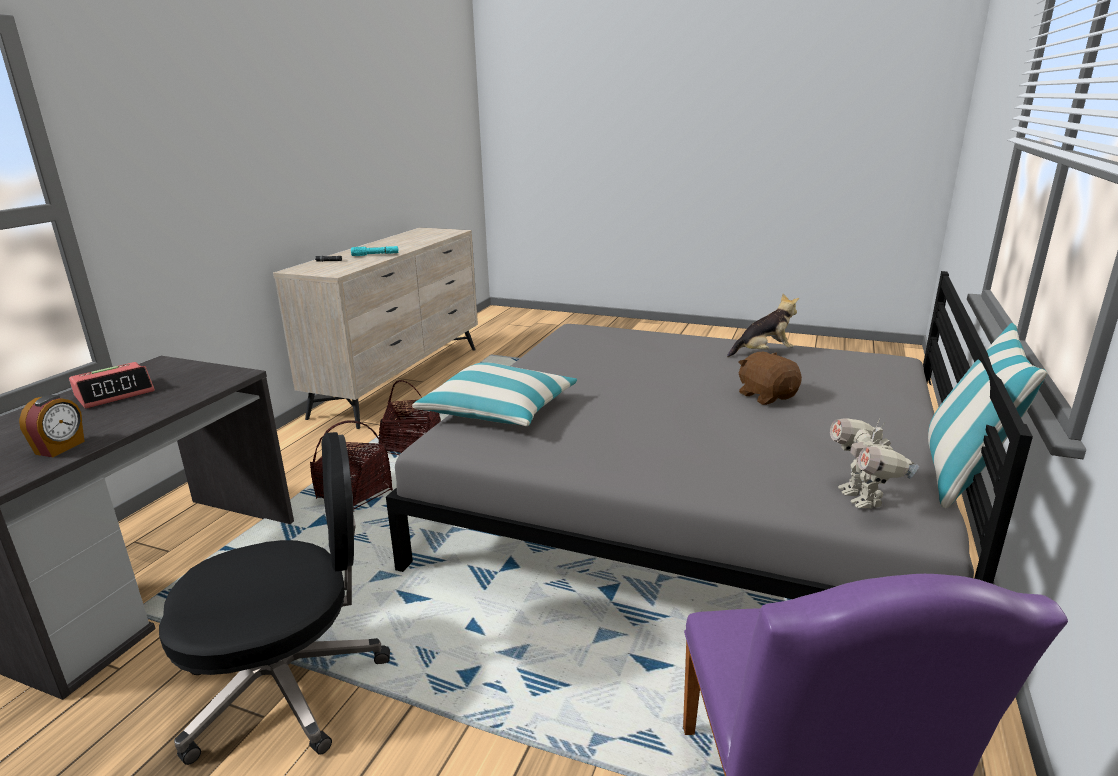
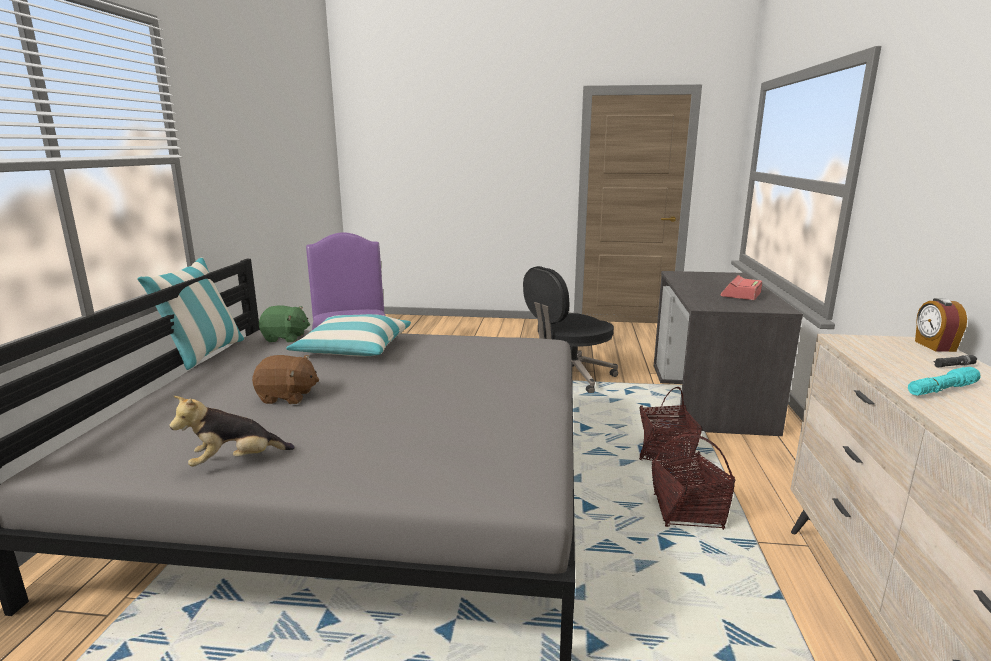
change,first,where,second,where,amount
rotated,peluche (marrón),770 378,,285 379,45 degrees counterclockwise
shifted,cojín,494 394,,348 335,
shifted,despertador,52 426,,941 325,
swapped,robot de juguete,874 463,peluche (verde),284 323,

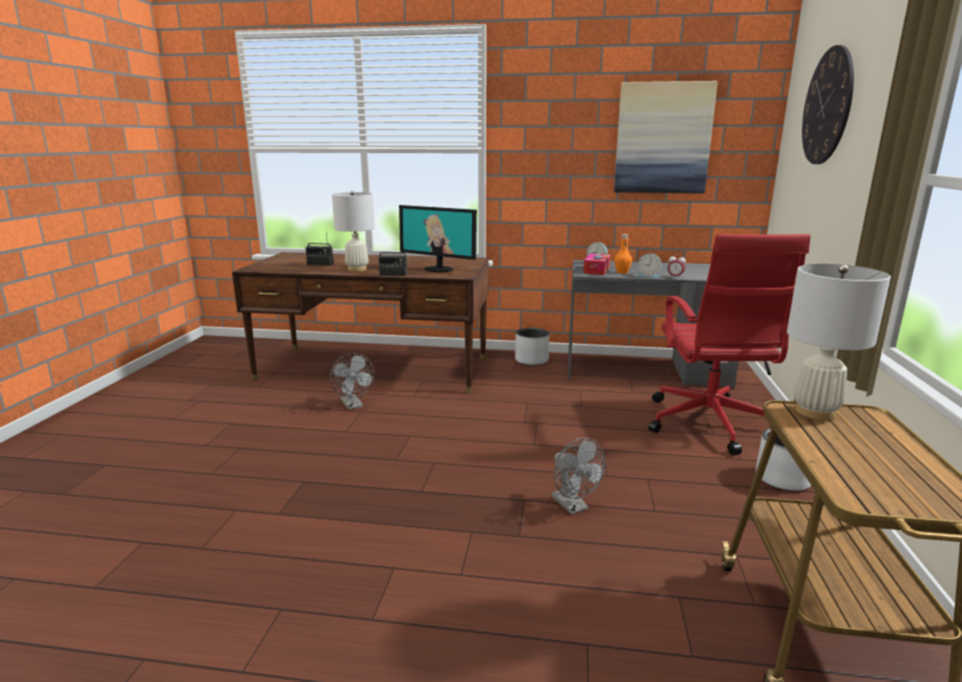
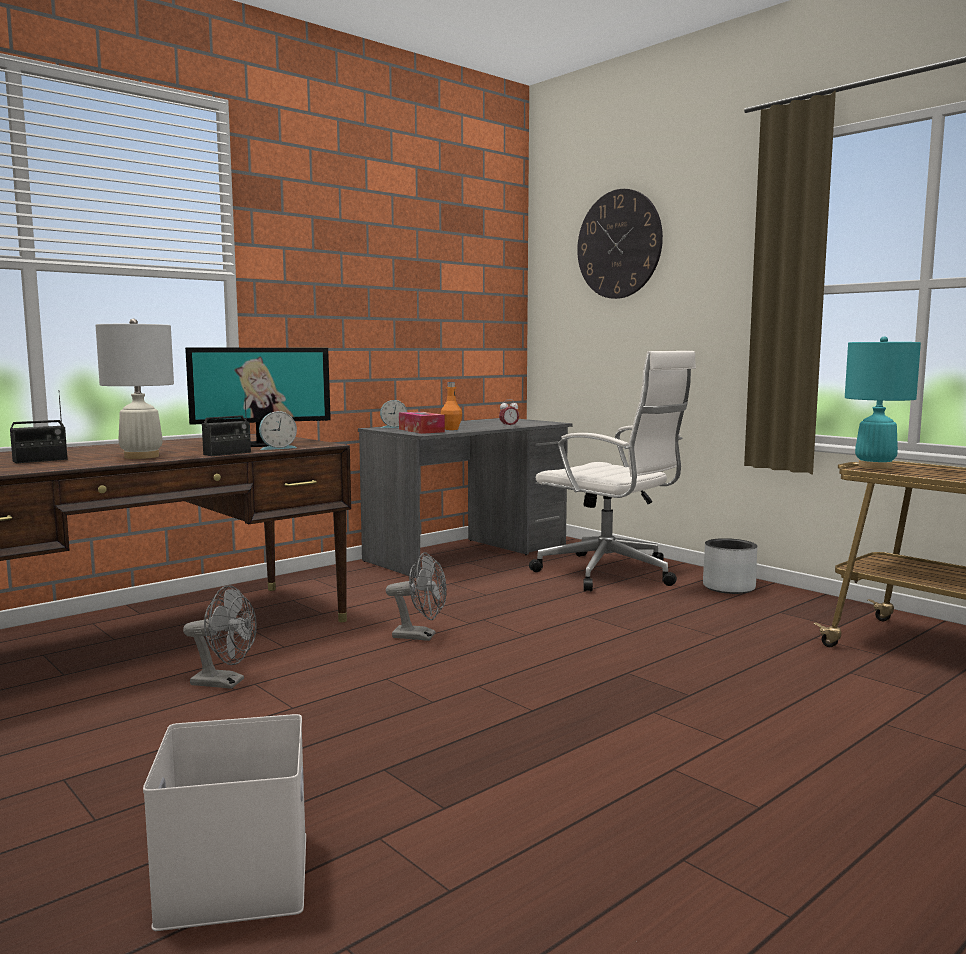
change,first,where,second,where,amount
gone,cuadro,666 137,,,
repainted,silla de oficina (rojo),729 344,silla de oficina (blanco),612 471,
shifted,despertador,649 265,,278 430,
repainted,lámpara de mesa (blanco),839 342,lámpara de mesa (turquesa),883 402,
gone,maceta (gris),532 347,,,
shifted,ventilador (gris),578 476,,416 596,
new,,,caja de almacenaje (blanco),224 822,

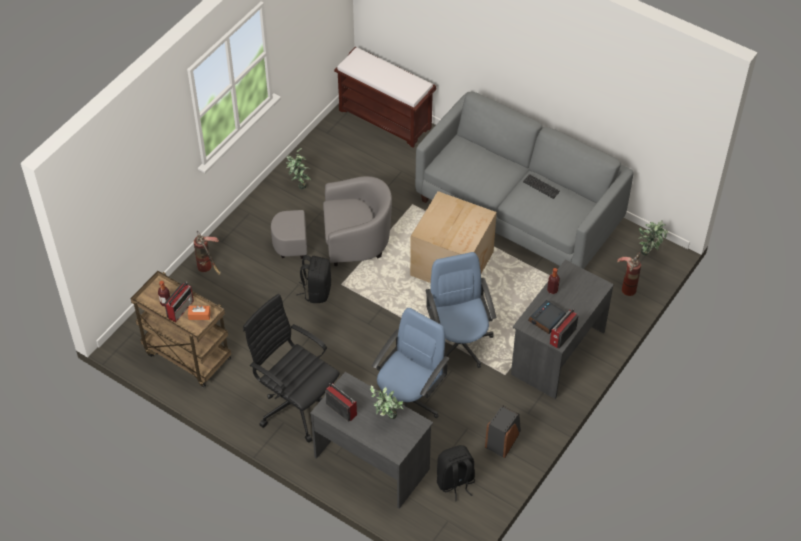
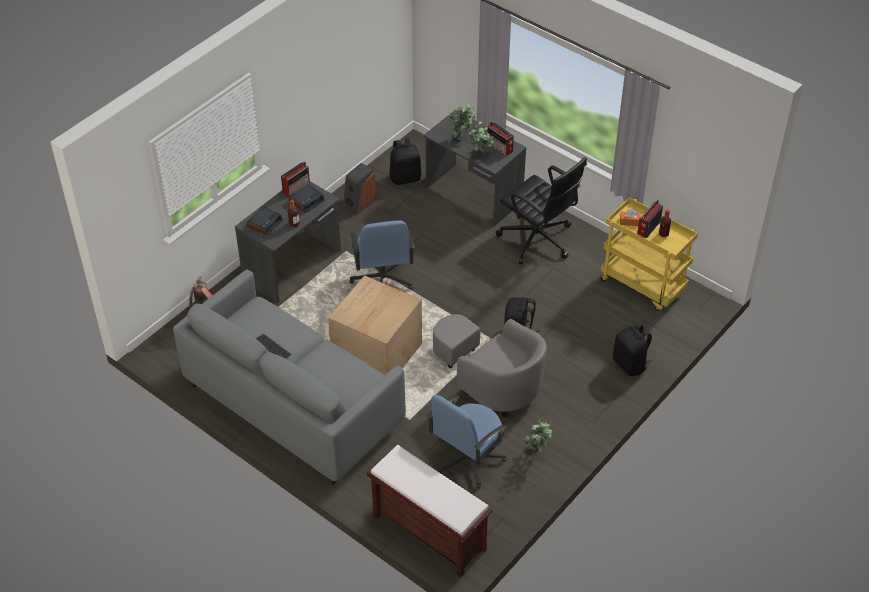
change,first,where,second,where,amount
rotated,sillón (gris),331 221,,490 366,135 degrees counterclockwise
shifted,planta en maceta,653 238,,481 137,
swapped,extintor,207 253,mochila (negro),632 349,
repainted,carrito (marrón),180 329,carrito (amarillo),649 254,
shifted,silla de oficina (azul),410 363,,467 441,
new,,,despertador,265 221,

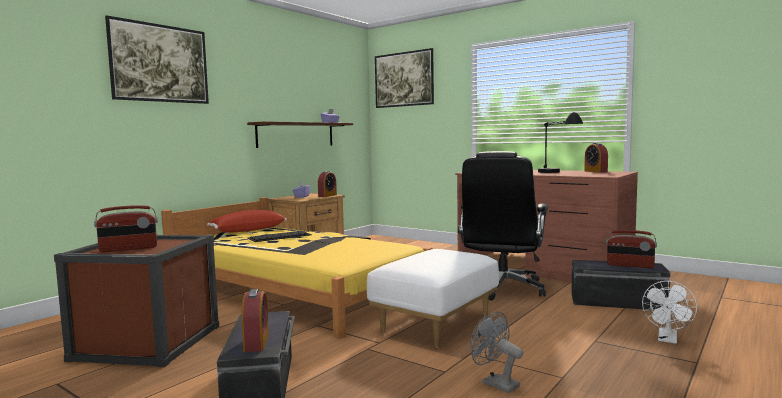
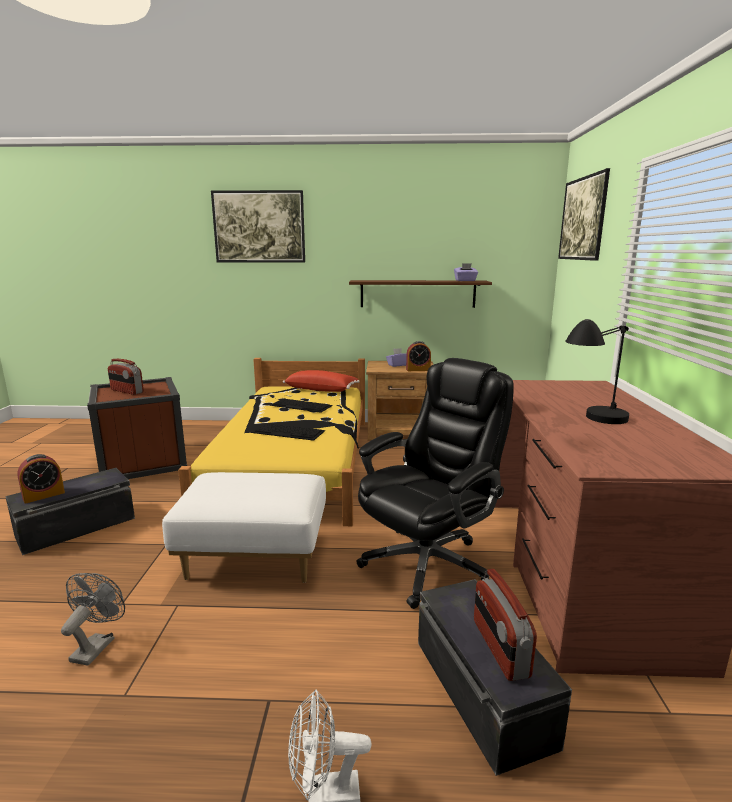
change,first,where,second,where,amount
gone,despertador,596 158,,,
rotated,silla de oficina (negro),503 226,,435 483,150 degrees clockwise
new,,,teclado,288 432,

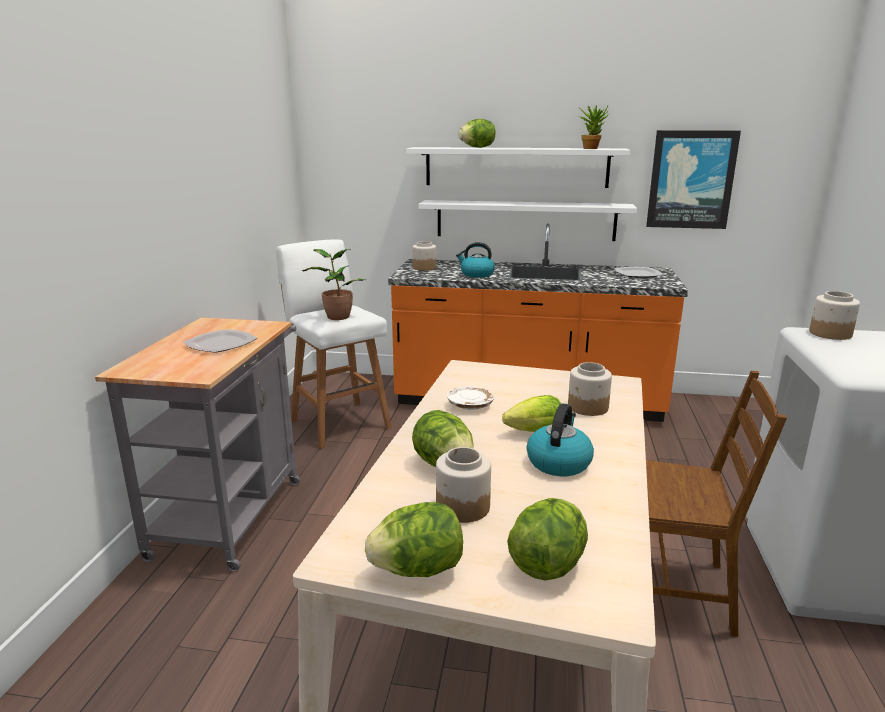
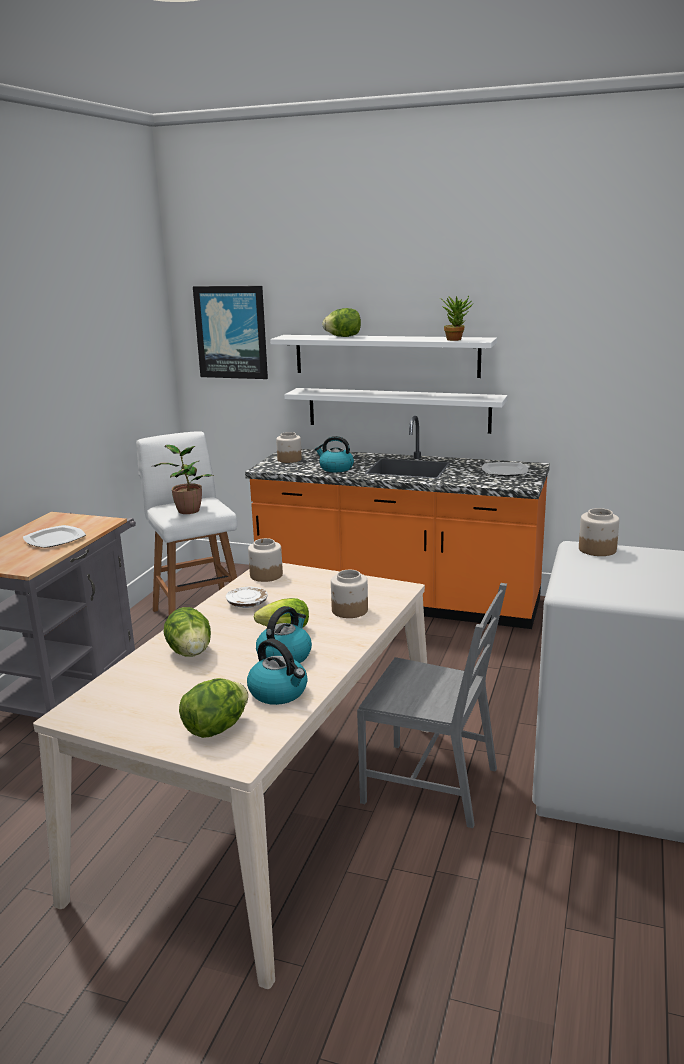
change,first,where,second,where,amount
shifted,cuadro,693 179,,230 332,
repainted,silla (marrón),716 504,silla (gris),432 705,
shifted,tarro,463 485,,265 560,
gone,lechuga,414 539,,,
new,,,hervidor,277 671,

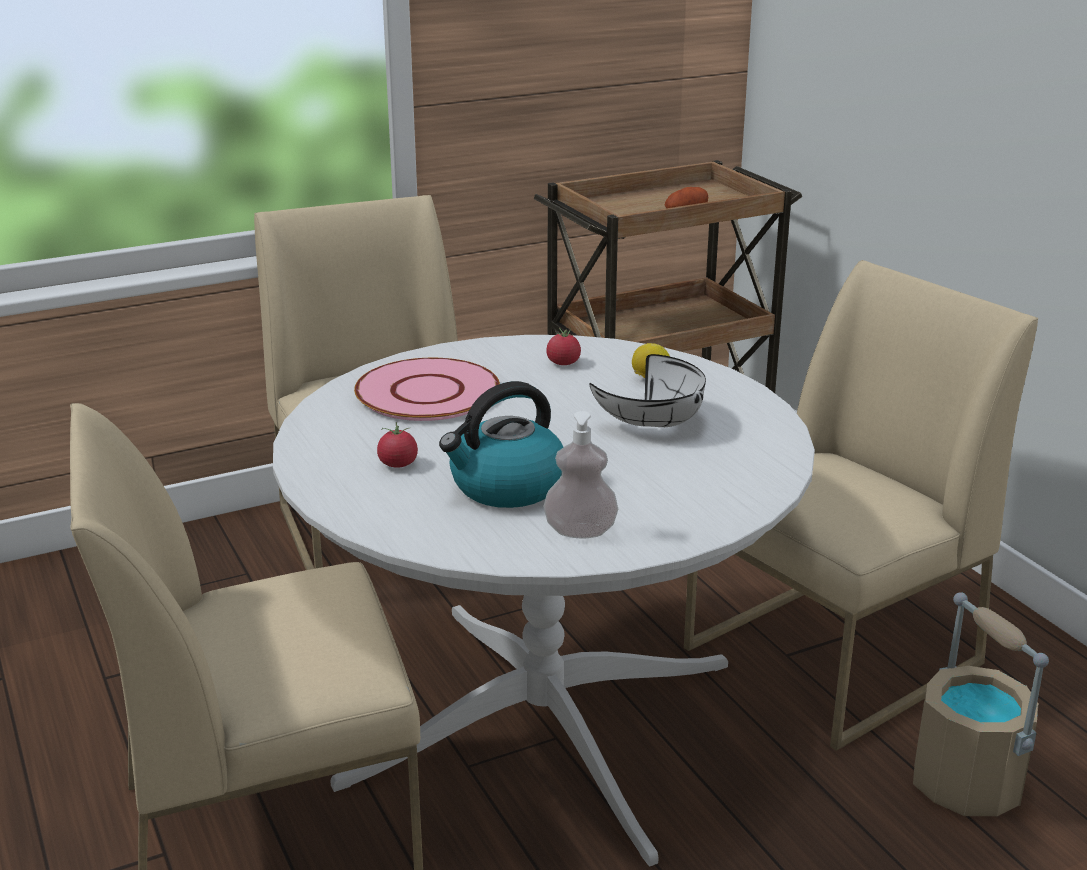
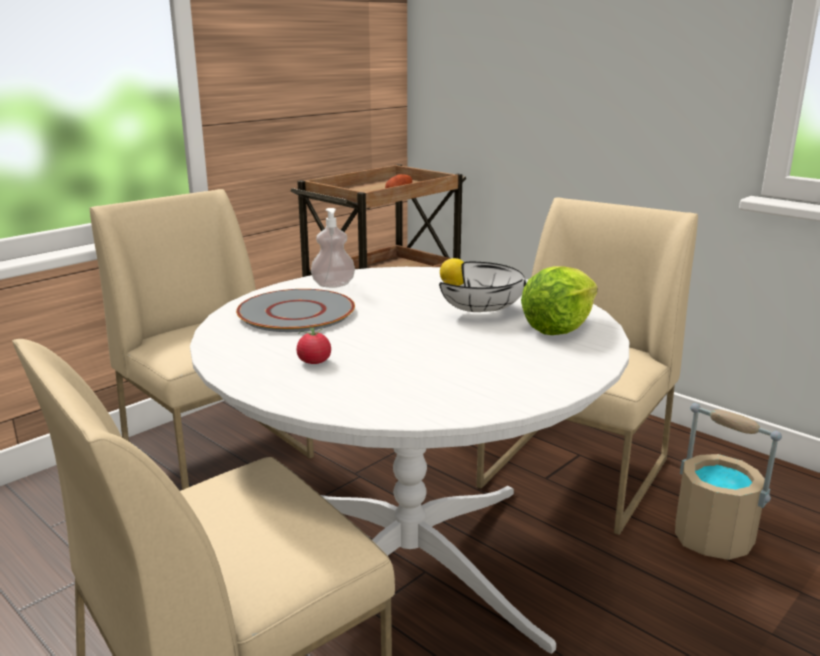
change,first,where,second,where,amount
gone,tomate,563 346,,,
repainted,plato (rosa),427 389,plato (gris),295 310,
gone,hervidor,501 444,,,
shifted,dispensador de jabón,580 474,,333 248,
new,,,lechuga,559 301,

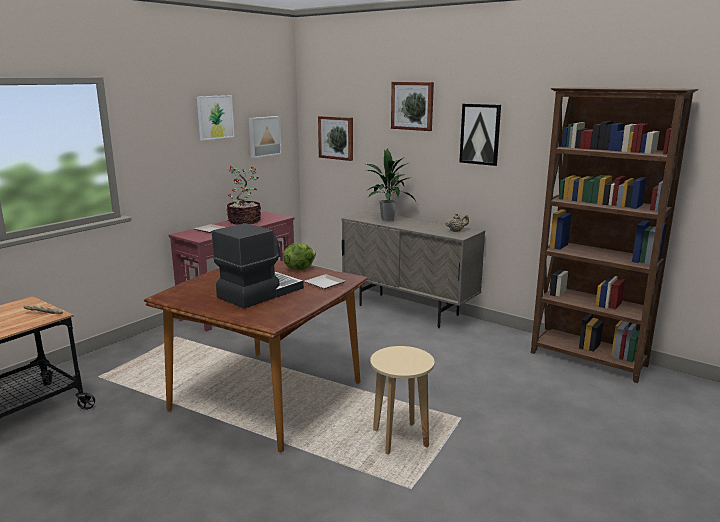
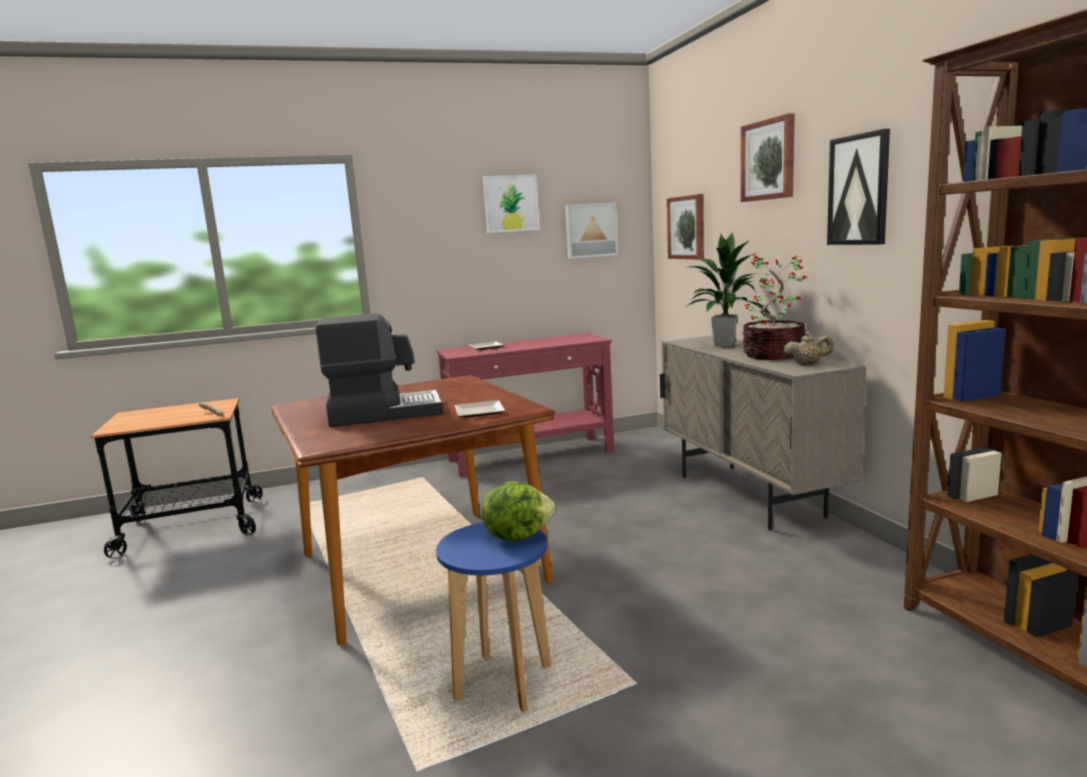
change,first,where,second,where,amount
shifted,planta en maceta,244 195,,774 307,
shifted,lechuga,299 256,,518 511,
repainted,taburete (beis),402 400,taburete (azul),493 617,

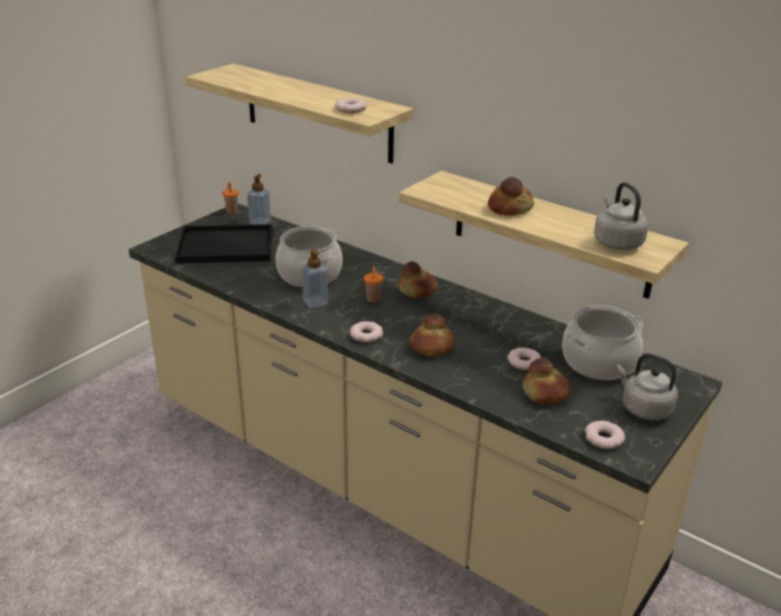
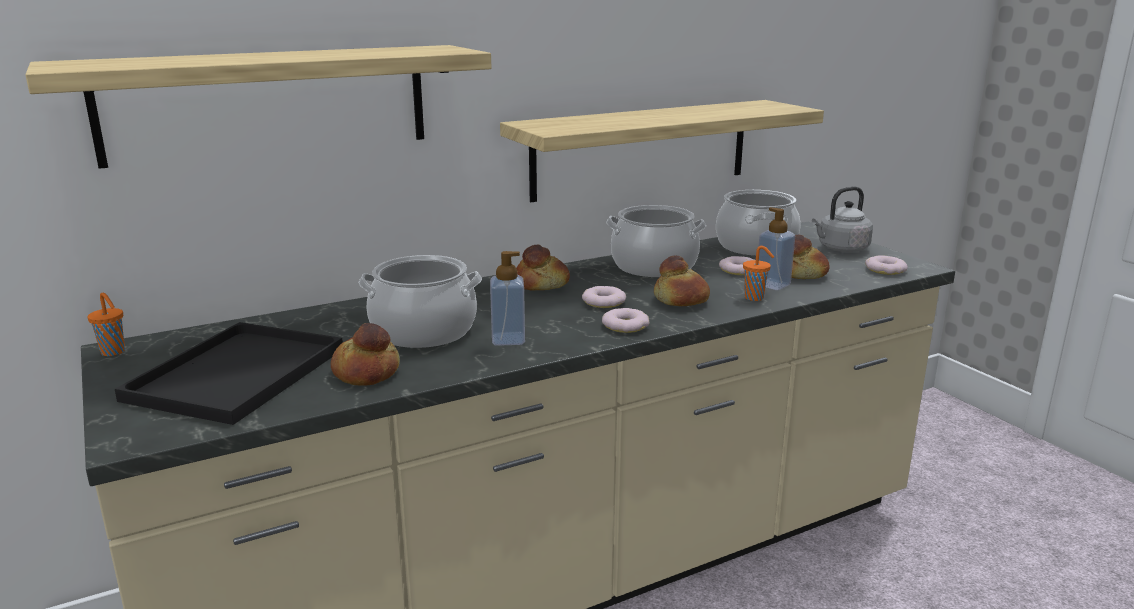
change,first,where,second,where,amount
shifted,rosquilla,351 105,,604 297,
shifted,dispensador de jabón,259 199,,776 248,
shifted,pan,511 196,,365 354,
gone,hervidor (gris),621 216,,,
shifted,taza (naranja),373 284,,758 273,
new,,,olla,656 241,

